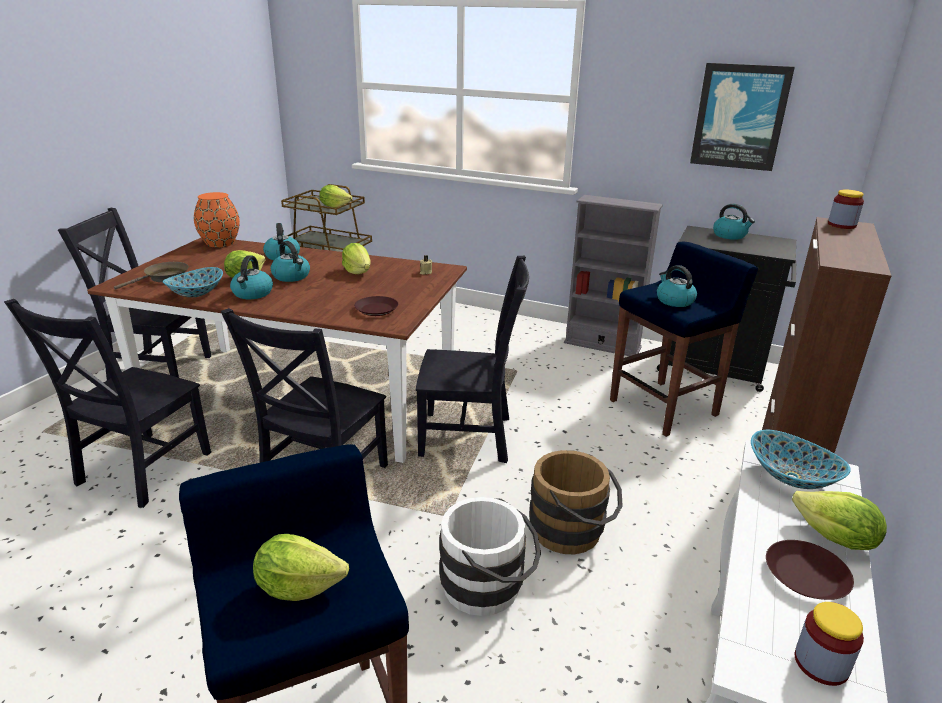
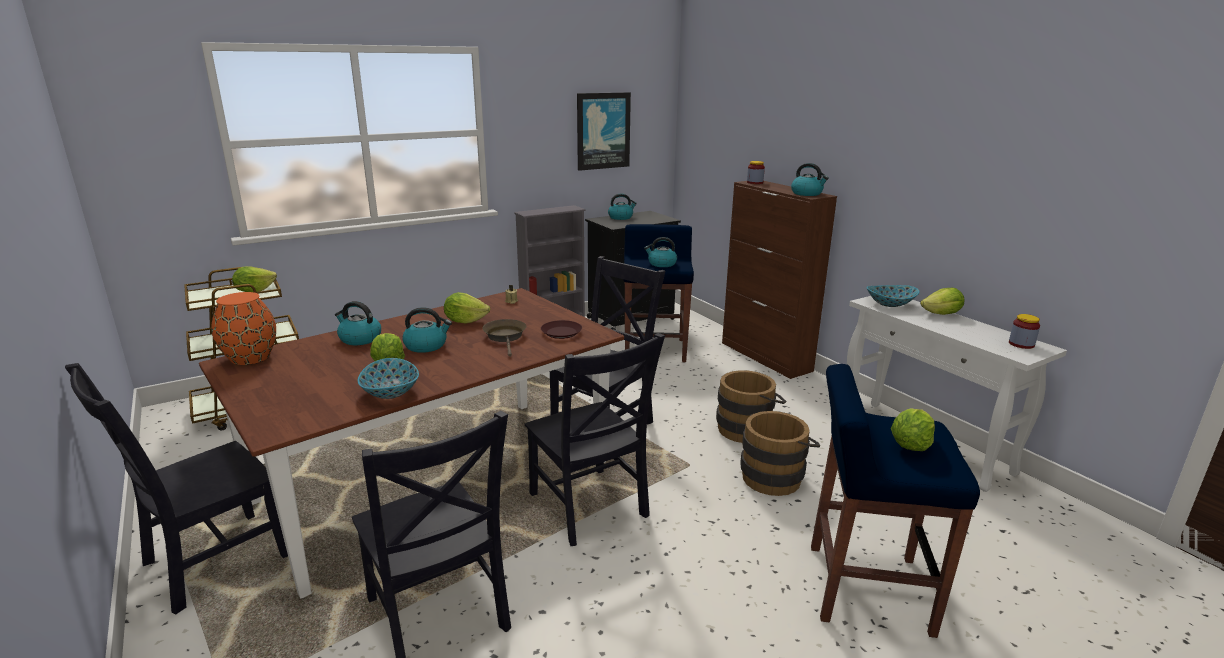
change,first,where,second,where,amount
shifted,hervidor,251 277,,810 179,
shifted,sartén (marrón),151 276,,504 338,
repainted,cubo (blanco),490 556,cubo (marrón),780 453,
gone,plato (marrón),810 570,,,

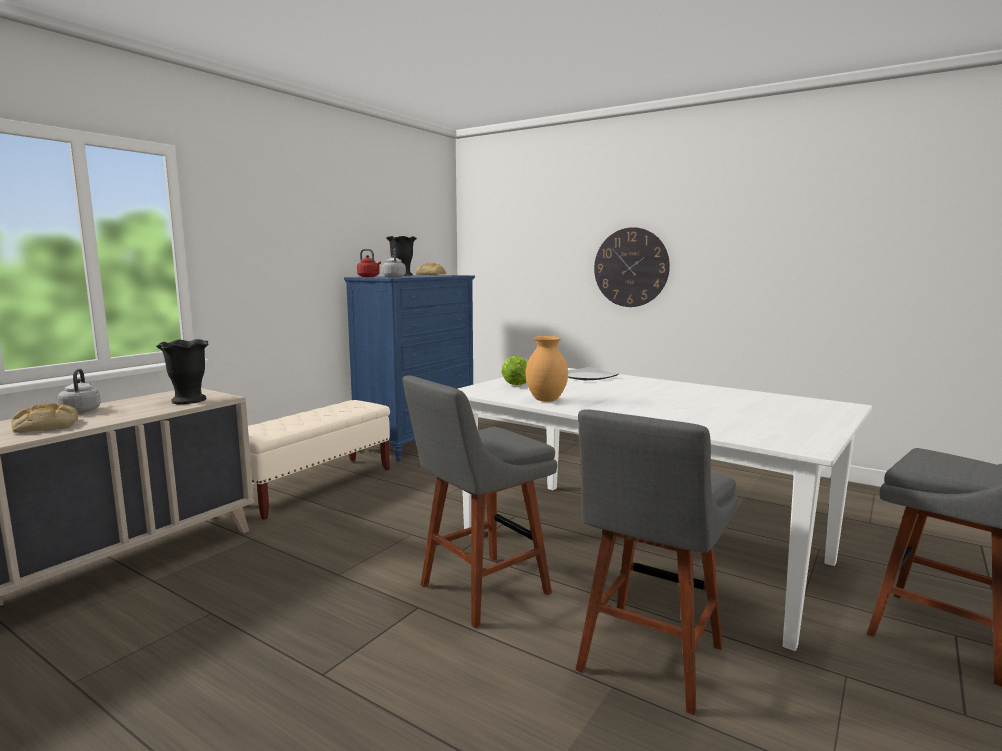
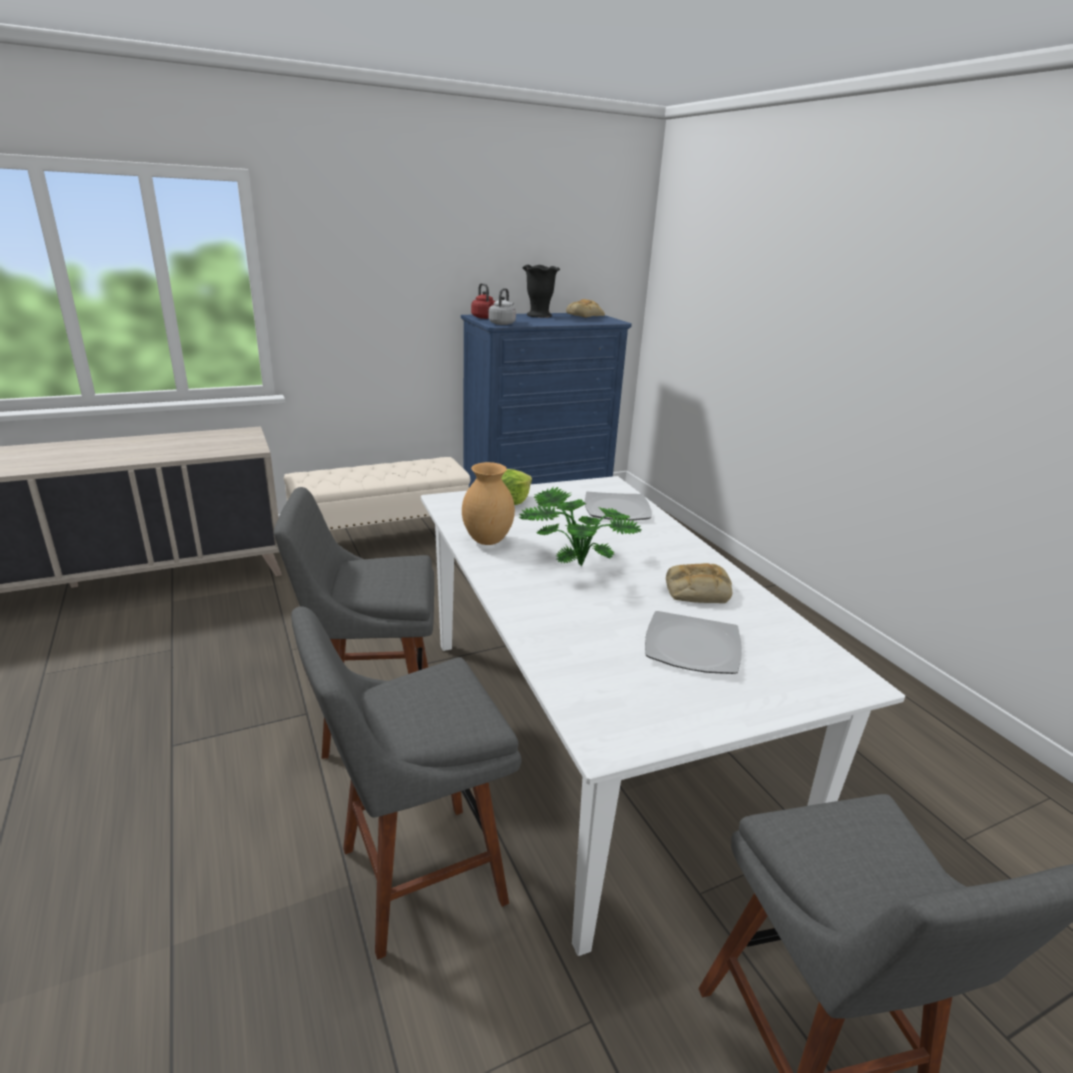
change,first,where,second,where,amount
gone,reloj de pared,632 267,,,
gone,florero (negro),182 371,,,
gone,hervidor (gris),79 391,,,
shifted,pan,44 418,,699 583,
new,,,planta en maceta,580 526,
new,,,plato,693 642,

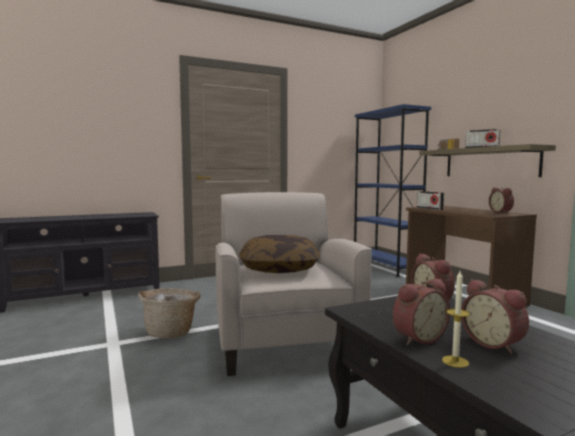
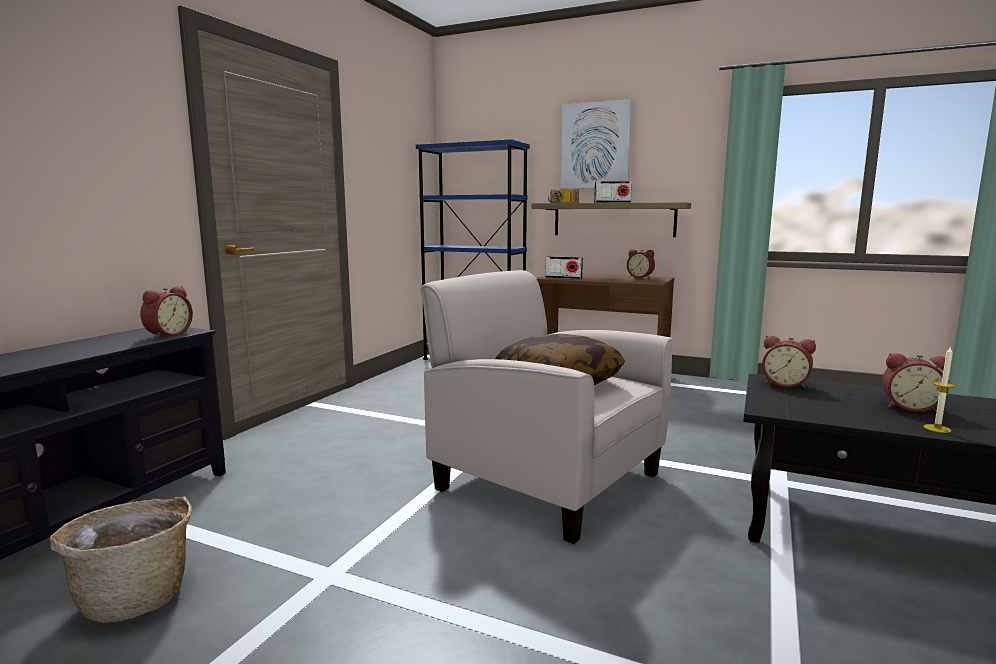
change,first,where,second,where,amount
shifted,despertador,421 311,,166 312,
shifted,cesta,169 313,,121 559,
new,,,cuadro,596 143,

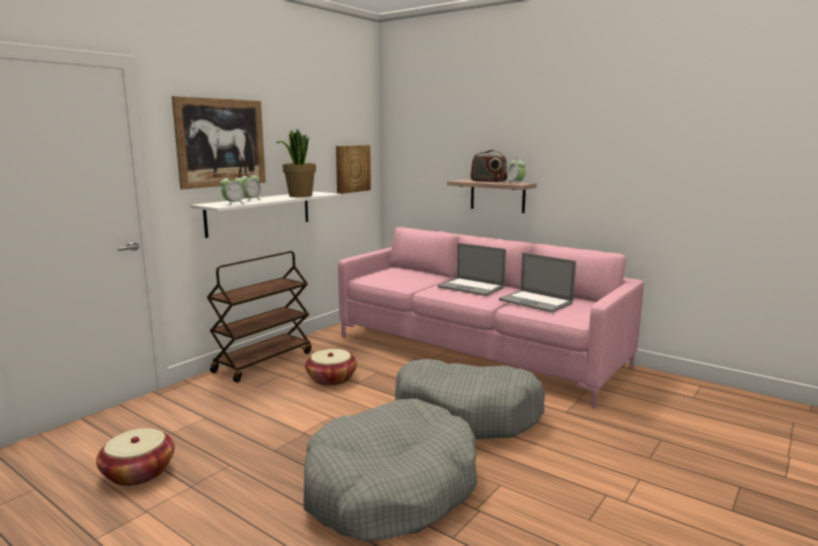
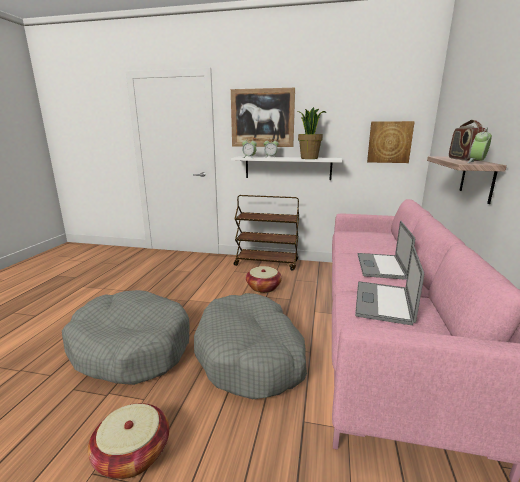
change,first,where,second,where,amount
shifted,cesta,135 457,,128 441,

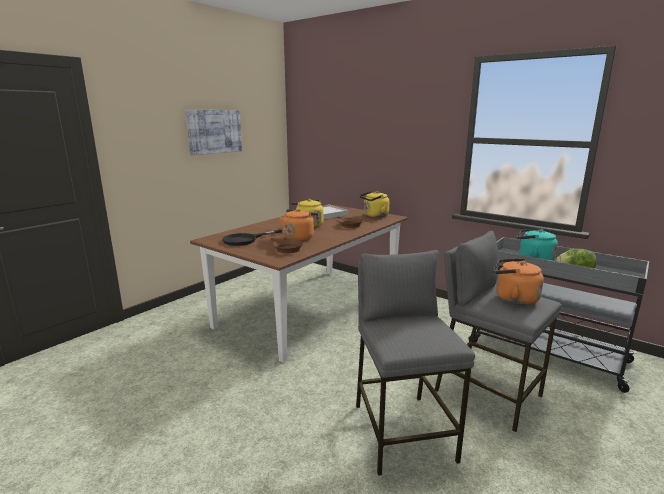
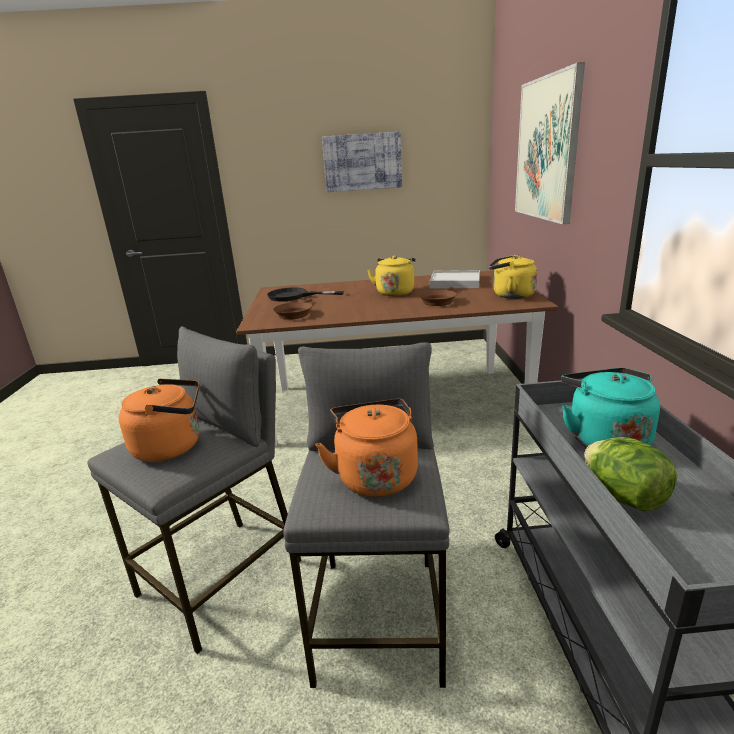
change,first,where,second,where,amount
shifted,hervidor (naranja),299 225,,159 420,
new,,,cuadro,550 143,

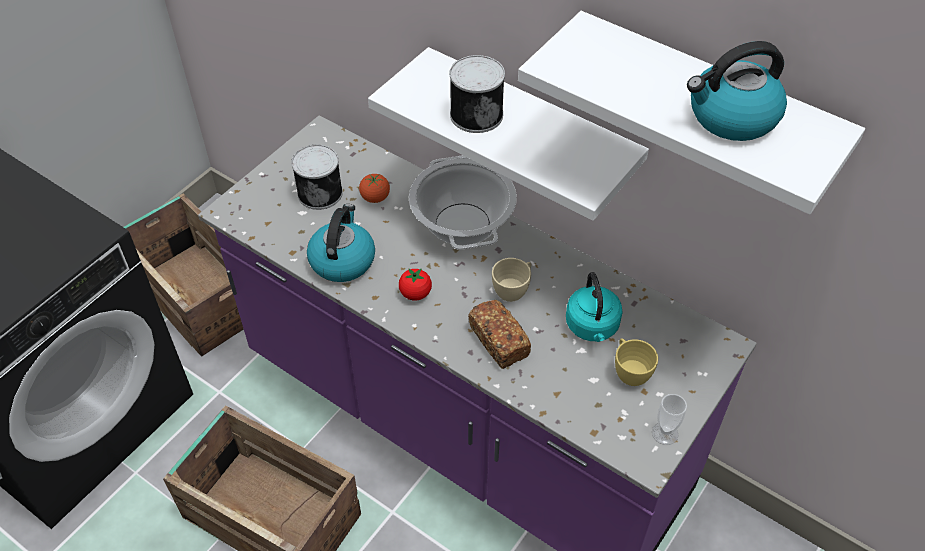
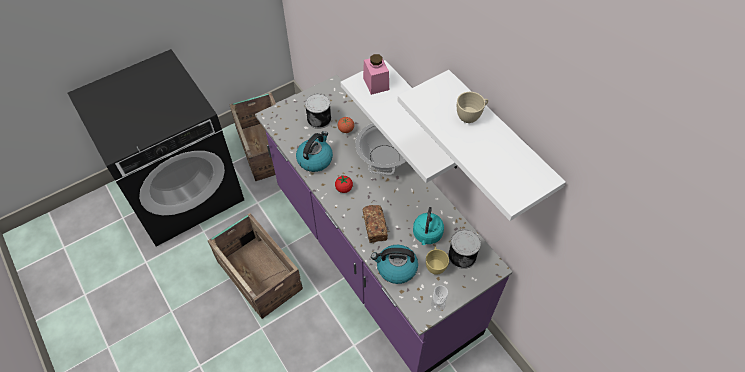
change,first,where,second,where,amount
shifted,hervidor,737 91,,394 264,
shifted,lata,477 94,,464 249,
shifted,taza (beis),512 280,,472 107,
new,,,tarro (rosa),376 74,

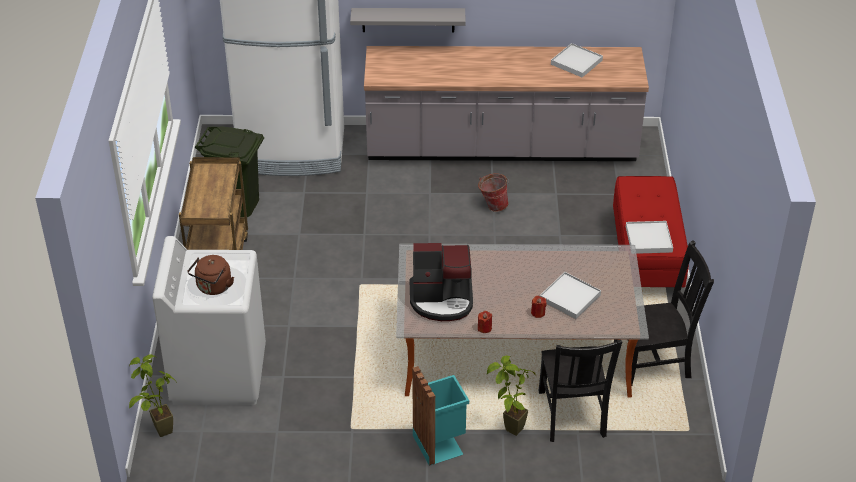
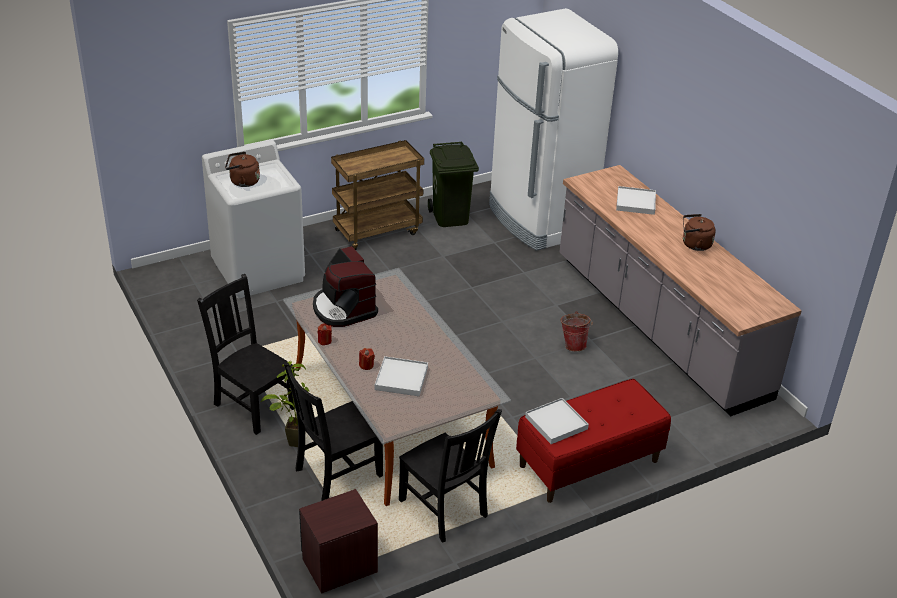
change,first,where,second,where,amount
gone,estante (gris),408 20,,,
shifted,bandeja (blanco),577 60,,636 200,
gone,planta en maceta,153 395,,,
swapped,papelera (turquesa),440 416,silla (negro),246 354,
new,,,hervidor (marrón),699 232,
new,,,mesita de noche (marrón),338 541,

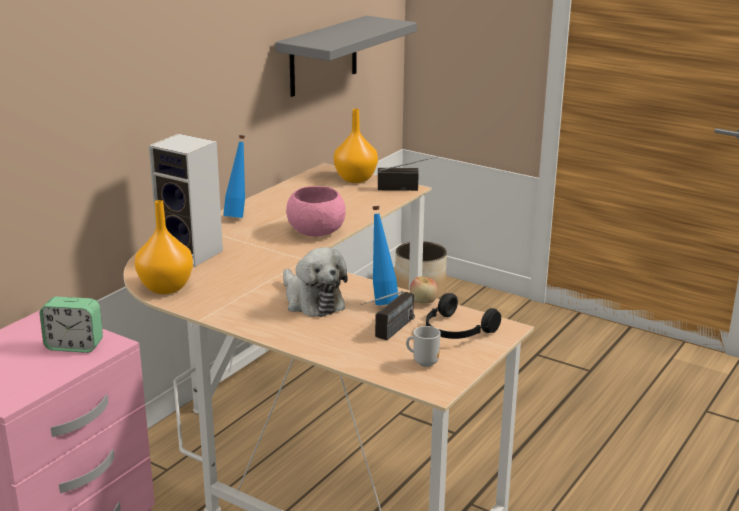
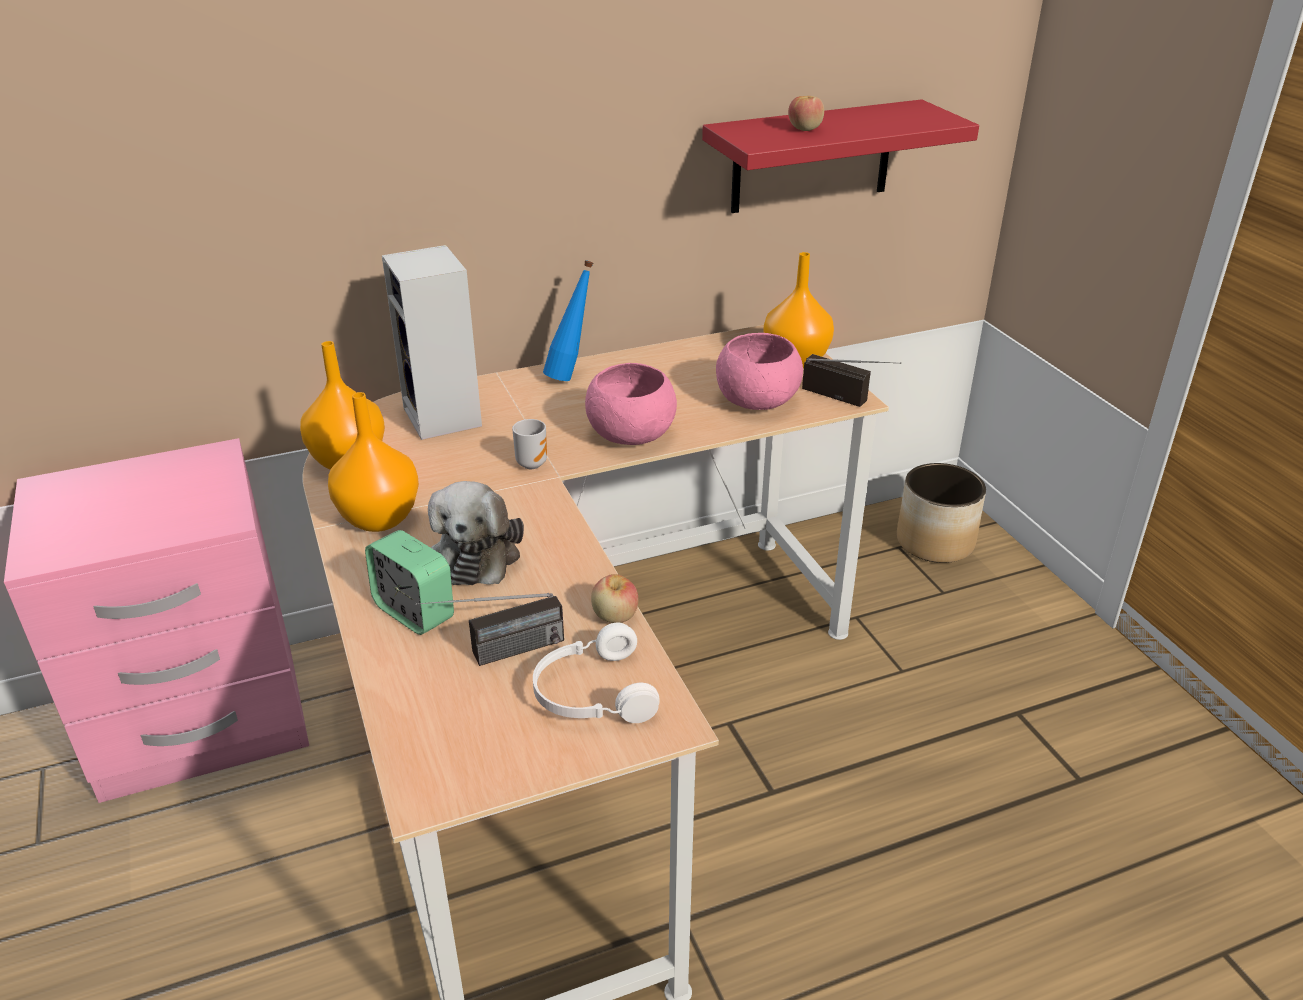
change,first,where,second,where,amount
repainted,estante (gris),346 56,estante (rojo),840 156,
gone,botella (azul),385 255,,,
repainted,auriculares (negro),463 316,auriculares (blanco),596 673,
shifted,despertador,71 324,,409 582,
shifted,taza grande,423 346,,529 444,
new,,,manzana,806 113,
new,,,cuenco (rosa),759 371,
new,,,florero (naranja),373 462,

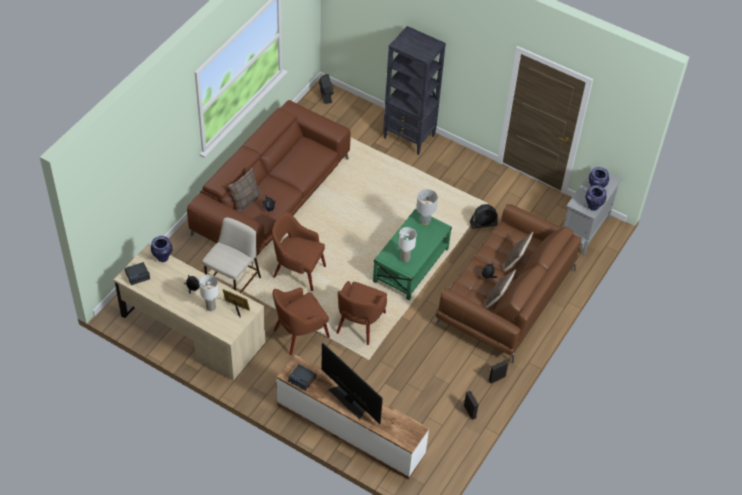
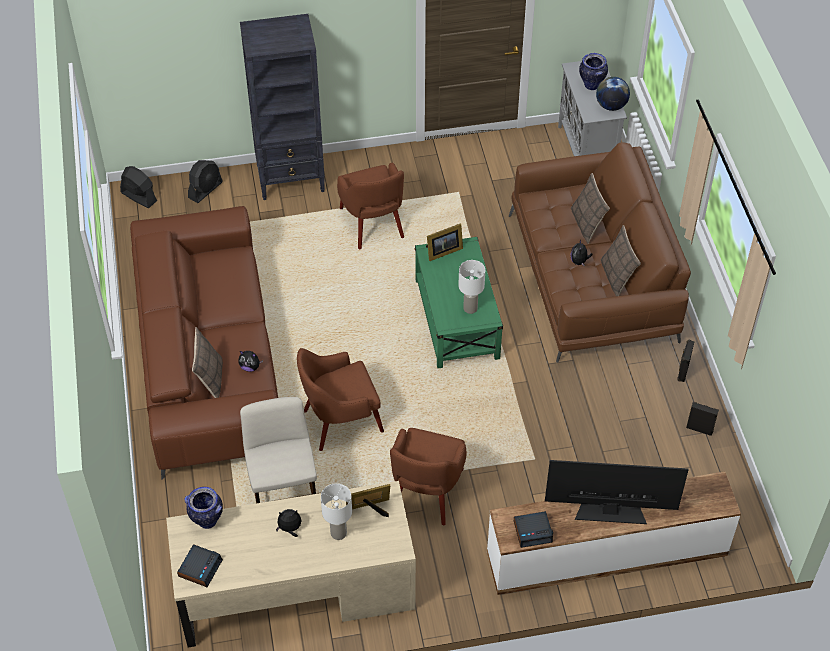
change,first,where,second,where,amount
swapped,florero,596 198,globo terráqueo,613 94,
swapped,lámpara de mesa (gris),427 207,portarretratos,444 242,
shifted,ventilador (negro),484 216,,205 181,
shifted,sillón (marrón),361 313,,370 206,

